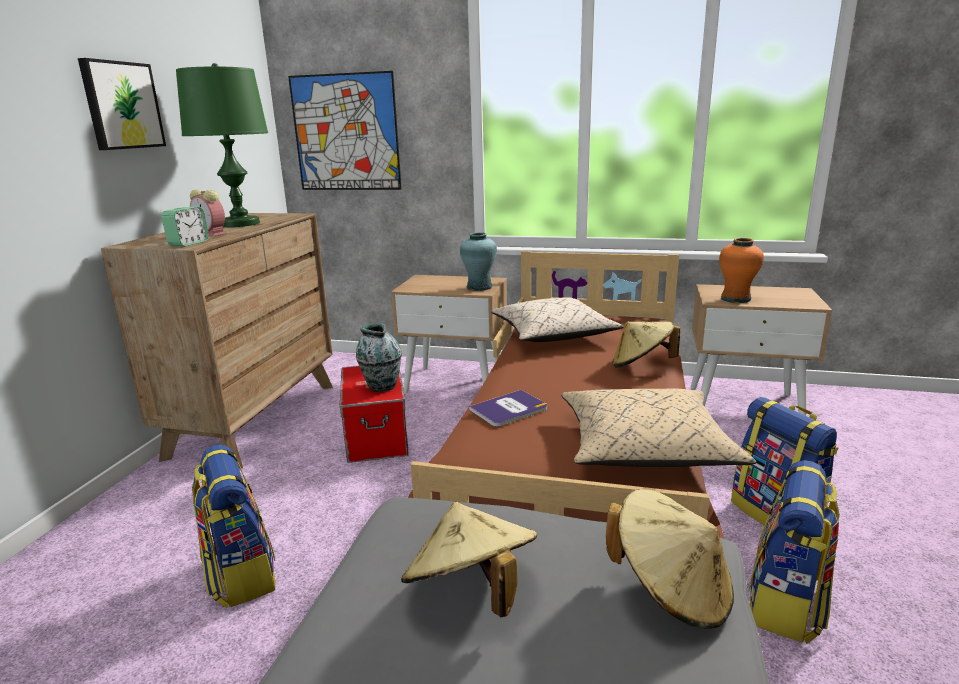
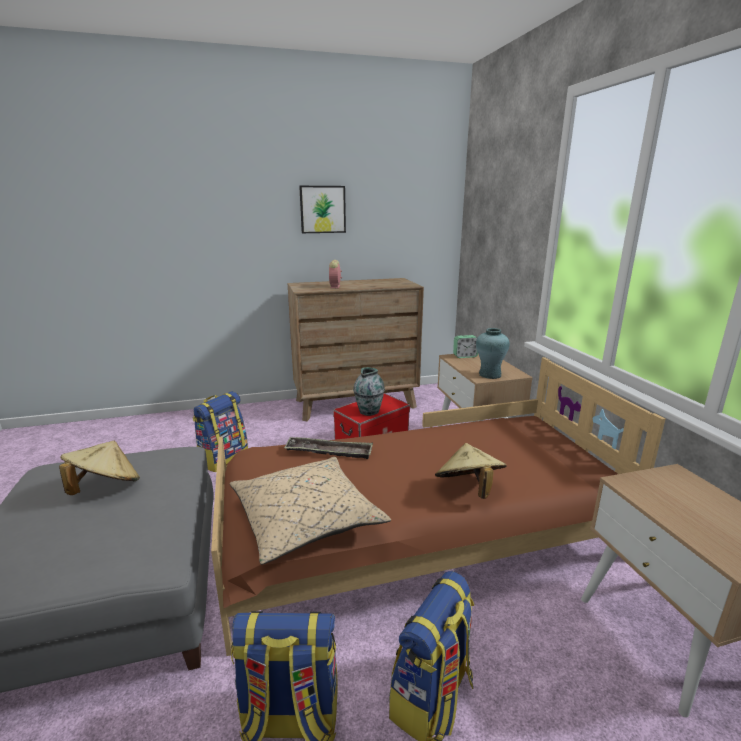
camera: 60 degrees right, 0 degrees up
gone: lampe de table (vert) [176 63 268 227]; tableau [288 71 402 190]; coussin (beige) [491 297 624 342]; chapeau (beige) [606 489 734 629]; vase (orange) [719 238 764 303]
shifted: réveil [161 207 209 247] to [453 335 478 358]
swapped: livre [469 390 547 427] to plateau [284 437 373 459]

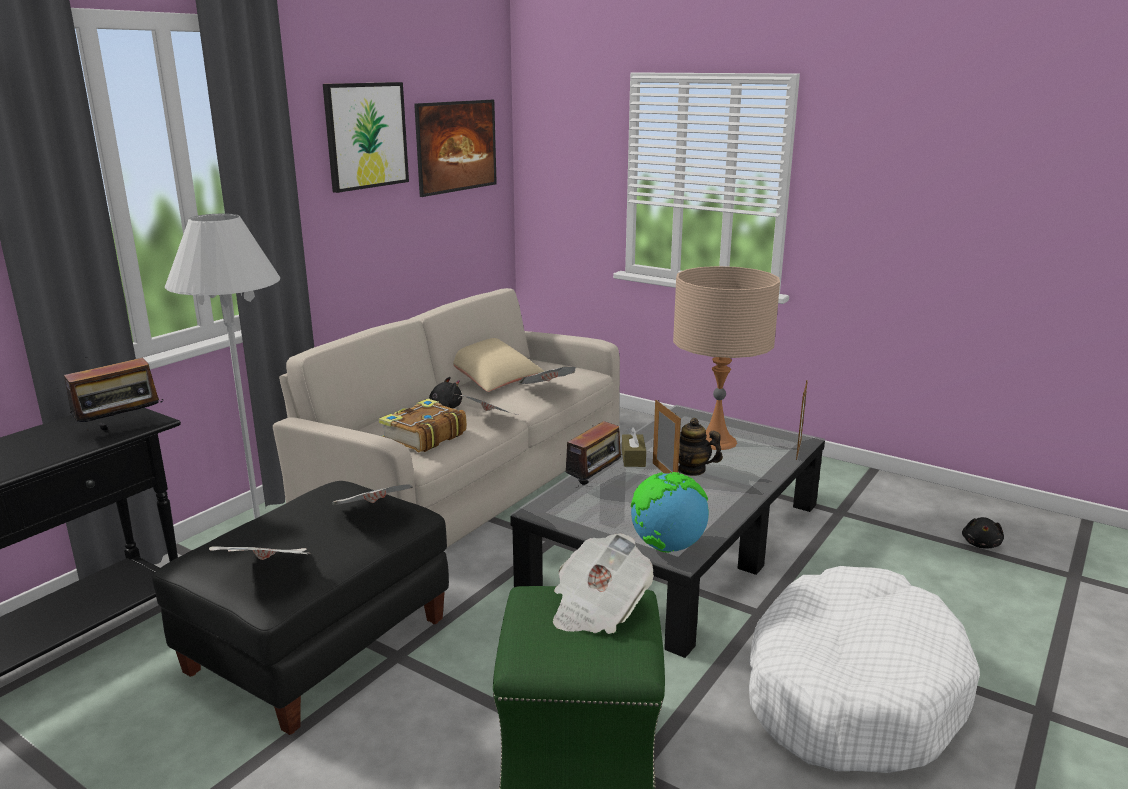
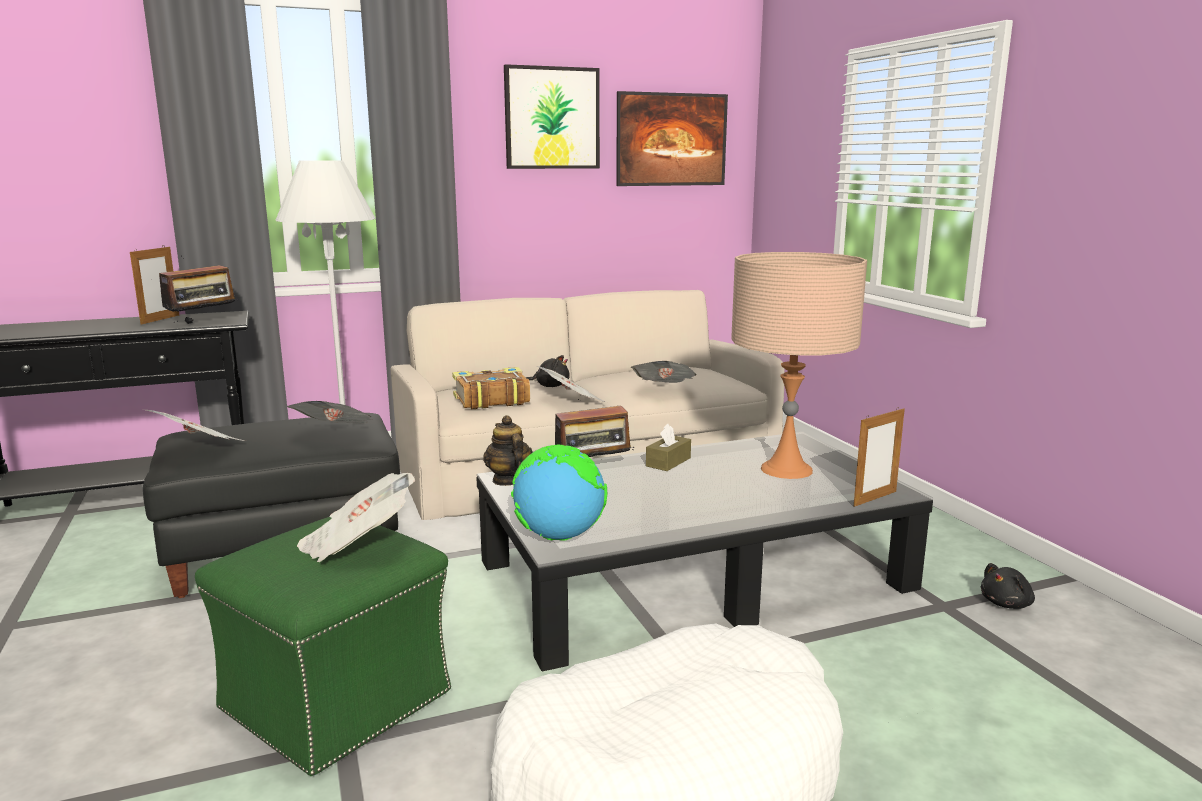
camera: 35 degrees right, 5 degrees down
gone: coussin (beige) [453 338 544 392]
shifted: cadre photo [653 400 681 474] to [130 246 179 325]; théière [678 418 723 476] to [483 415 533 486]; peluche (noir) [962 517 1004 549] to [981 563 1035 609]
rotated: radio [64 357 163 432] = [159 256 238 324] 45 degrees counterclockwise

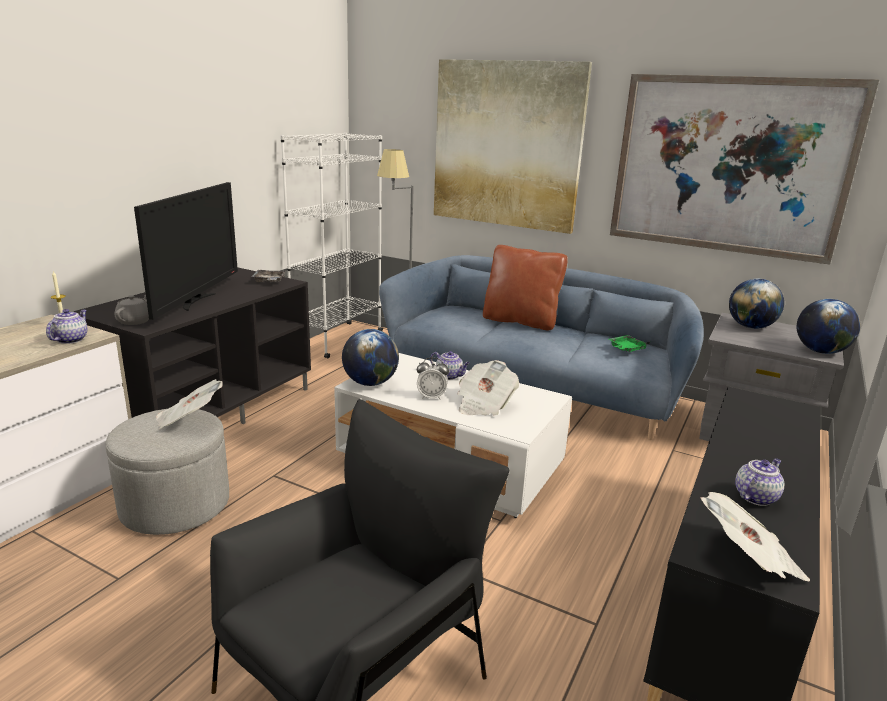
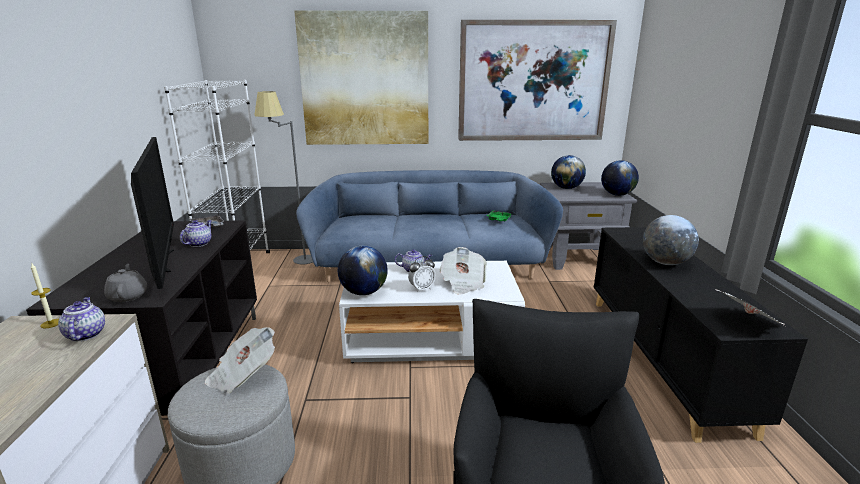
camera: 30 degrees left, 0 degrees up
gone: coussin (marron) [483 245 568 330]
new: globe [643 215 699 265]
shifted: théière [735 458 785 506] to [180 220 212 247]

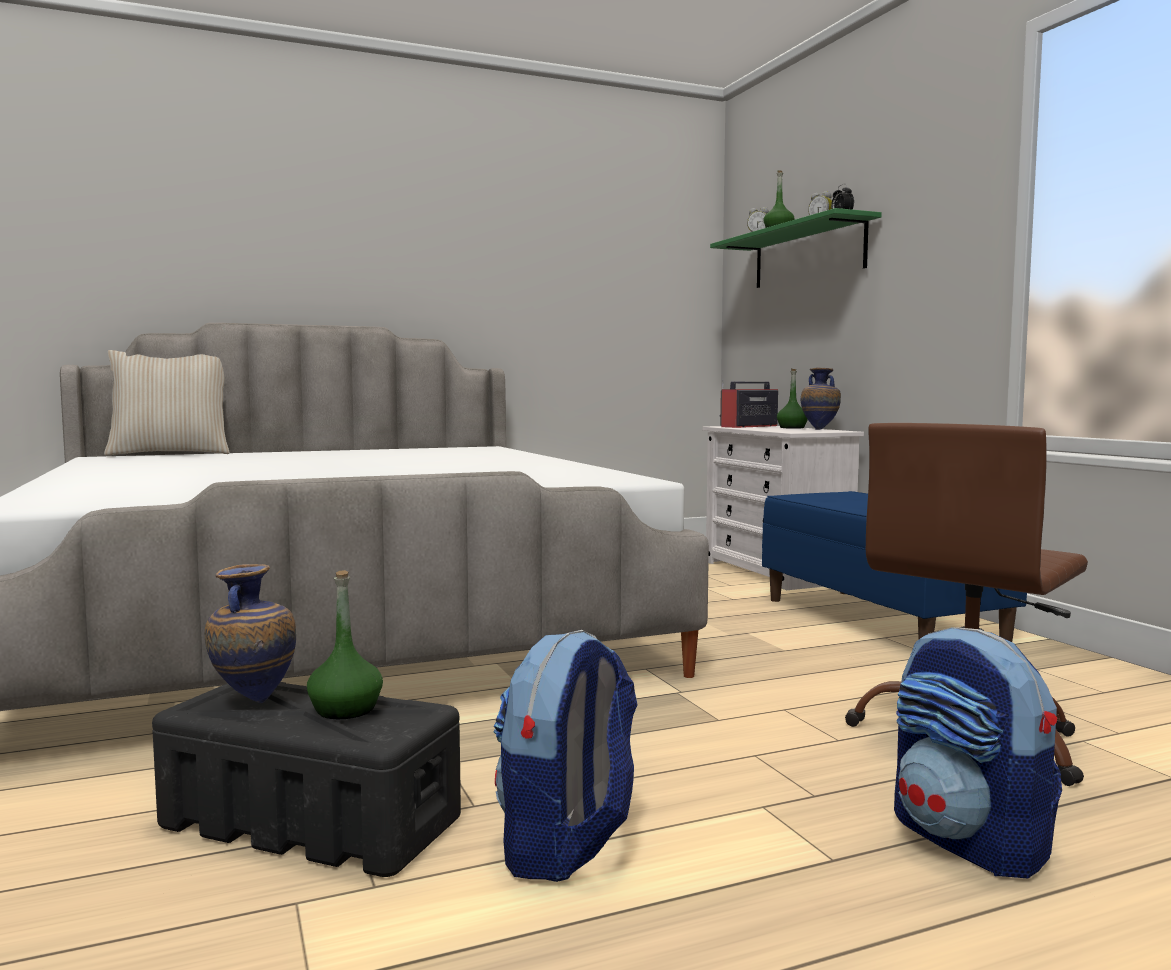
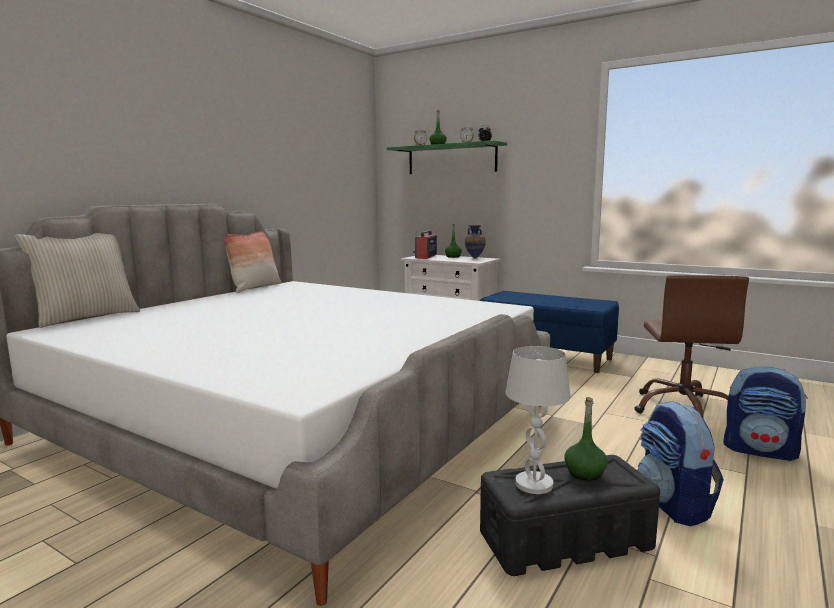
camera: 35 degrees left, 5 degrees up
new: coussin [224 231 282 293]
swapped: vase [205 564 296 704] to lampe de table (blanc) [505 346 570 494]

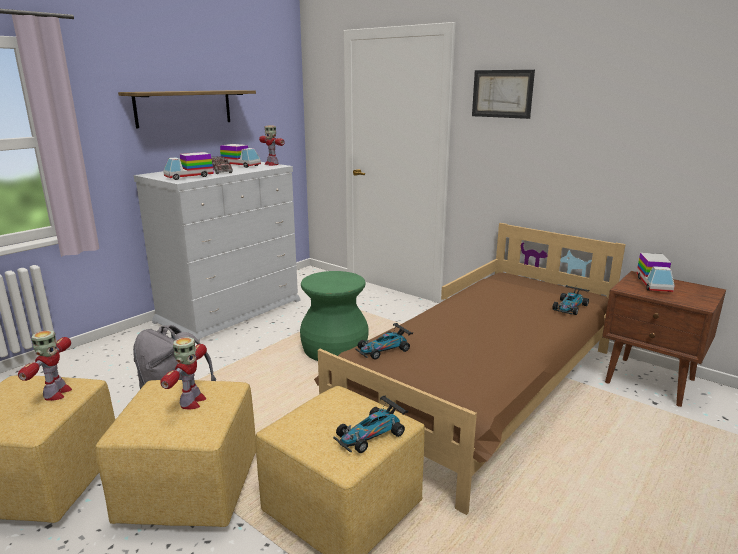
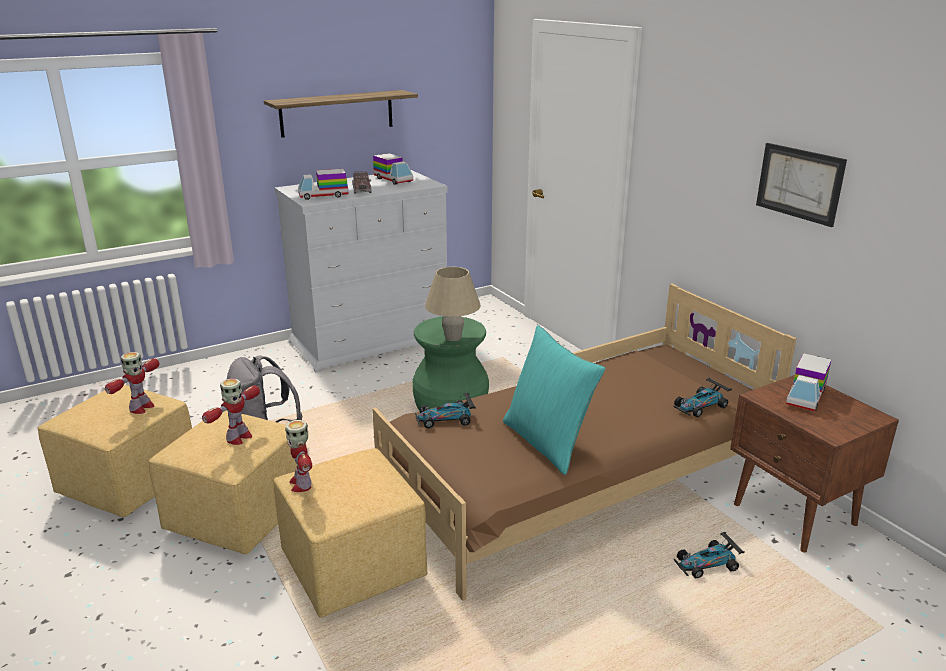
camera: 20 degrees right, 5 degrees up
new: lampe de table (beige) [425 267 481 341]; coussin (turquoise) [503 325 606 475]
shifted: robot jouet [259 126 285 166] to [285 420 312 492]; petite voiture [333 395 408 453] to [674 532 745 578]; tableau [472 70 535 119] to [756 143 847 227]

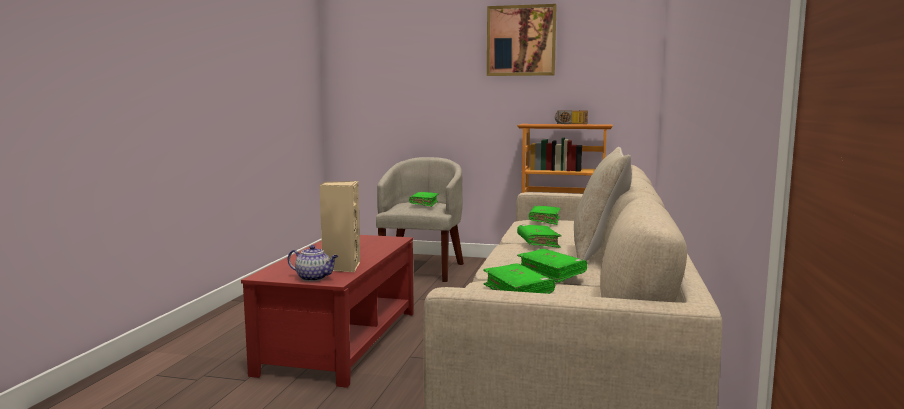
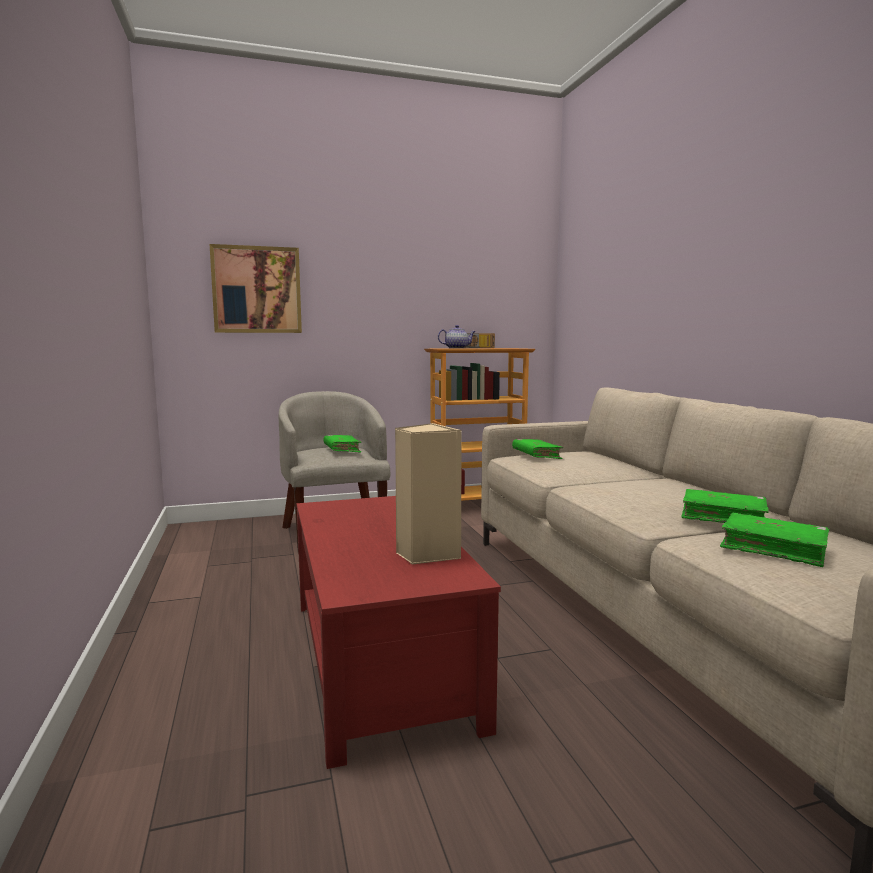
camera: 30 degrees left, 0 degrees up
gone: livre (vert) [517 225 561 248]; coussin (beige) [574 147 632 261]
shifted: théière [288 245 338 281] to [438 325 476 349]; tableau [487 4 557 76] to [210 244 302 333]

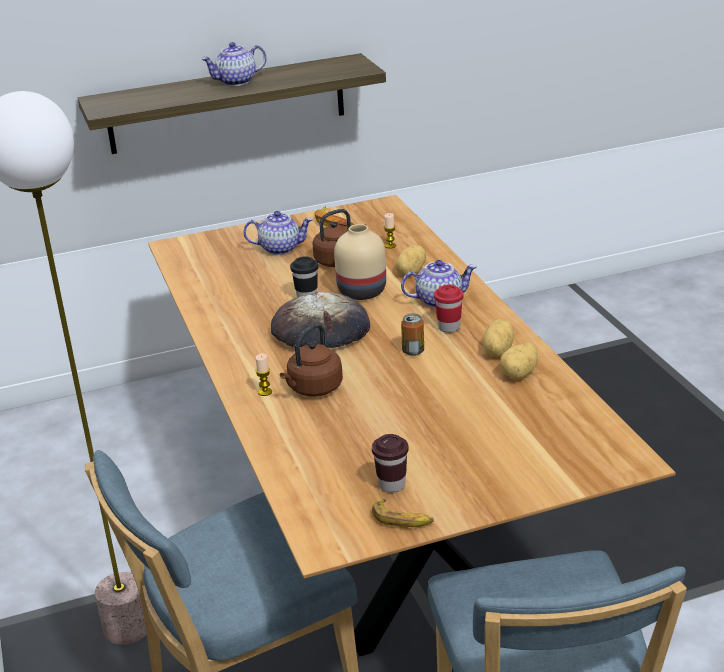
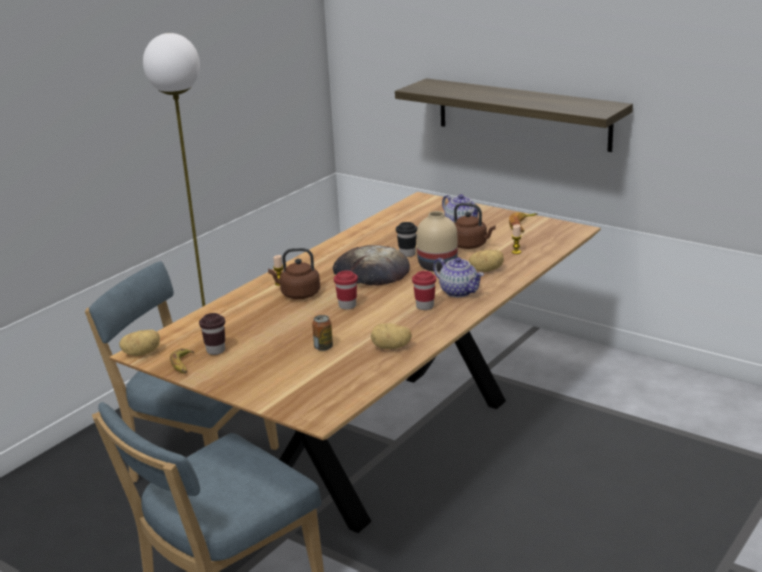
camera: 55 degrees right, 5 degrees down
gone: théière [202 42 266 86]
new: tasse (rouge) [334 271 358 310]
shifted: boîte métallique [401 313 424 356] to [312 315 333 351]; pomme de terre [483 319 514 357] to [119 330 160 356]

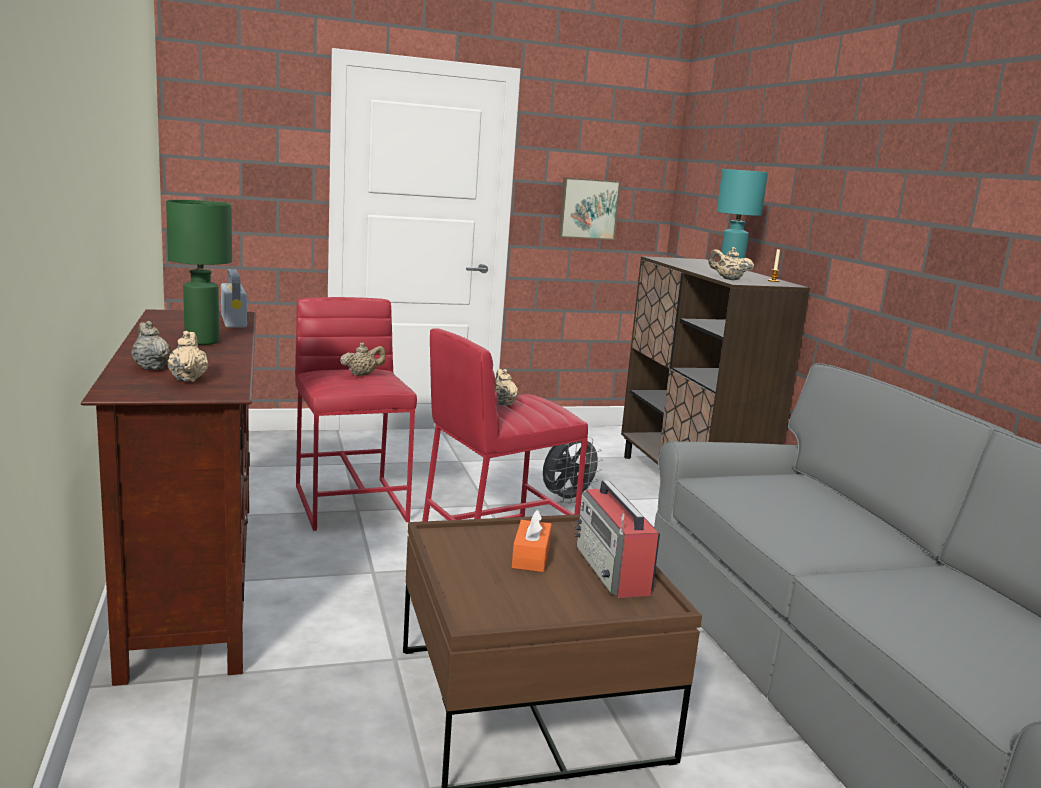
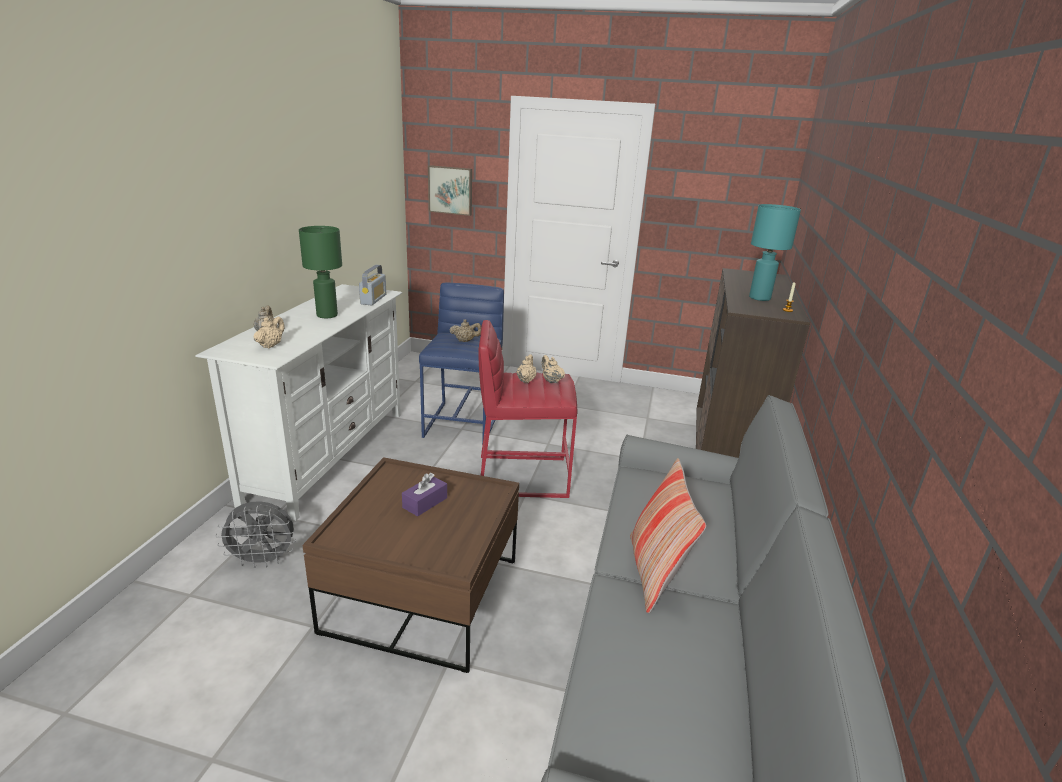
camera: 30 degrees right, 10 degrees up
gone: radio [575 480 660 598]
new: coussin [630 458 706 613]
shifted: ventilateur (gris) [543 437 603 504] to [215 501 296 568]; tableau [558 177 621 240] to [428 165 472 216]; théière (beige) [708 247 754 280] to [542 355 565 383]
repainted: meuble télé (marron) [81 309 256 686] to meuble télé (blanc) [195 284 402 521]; tabouret (rouge) [295 297 417 531] to tabouret (bleu) [419 283 504 445]; boîte à mouchoirs (orange) [512 510 552 572] to boîte à mouchoirs (violet) [402 473 447 516]

